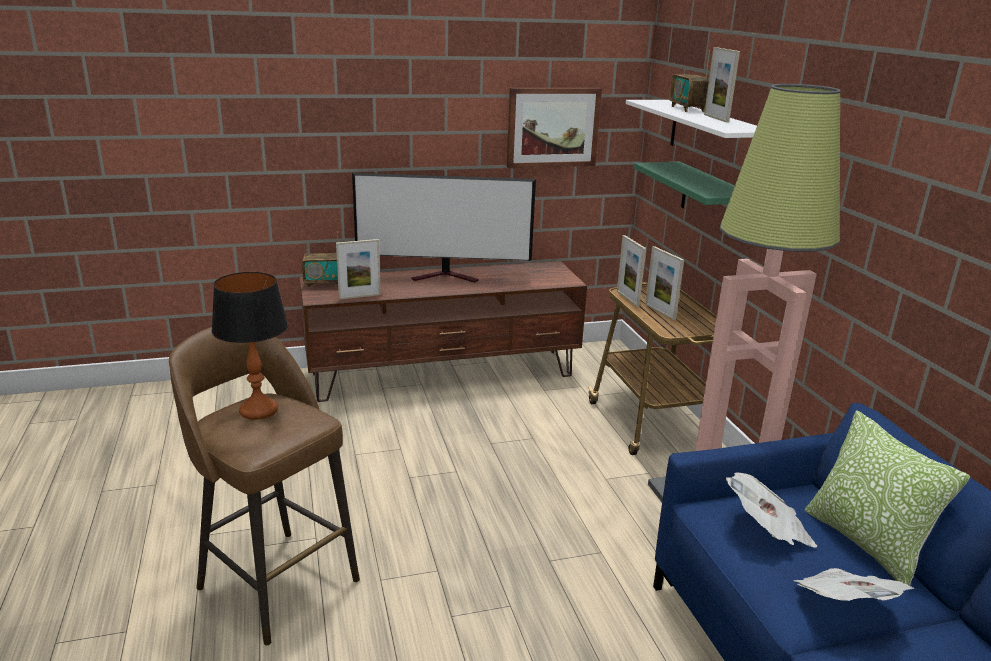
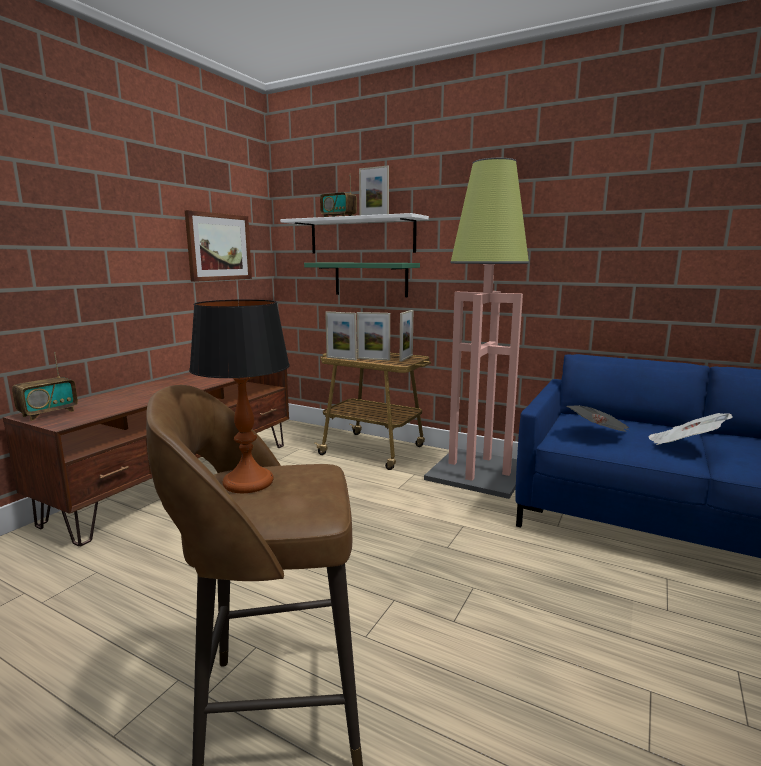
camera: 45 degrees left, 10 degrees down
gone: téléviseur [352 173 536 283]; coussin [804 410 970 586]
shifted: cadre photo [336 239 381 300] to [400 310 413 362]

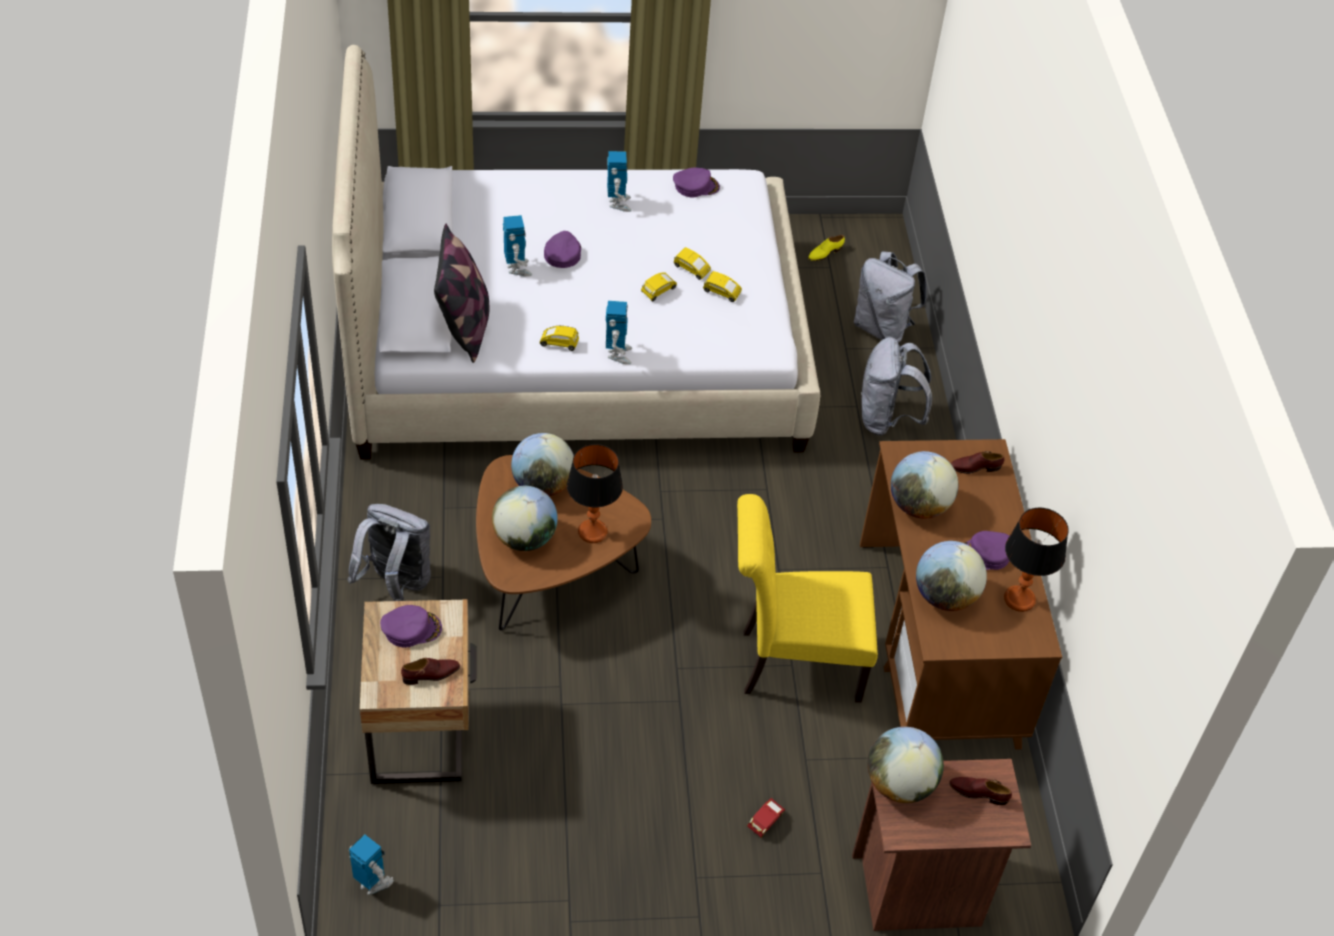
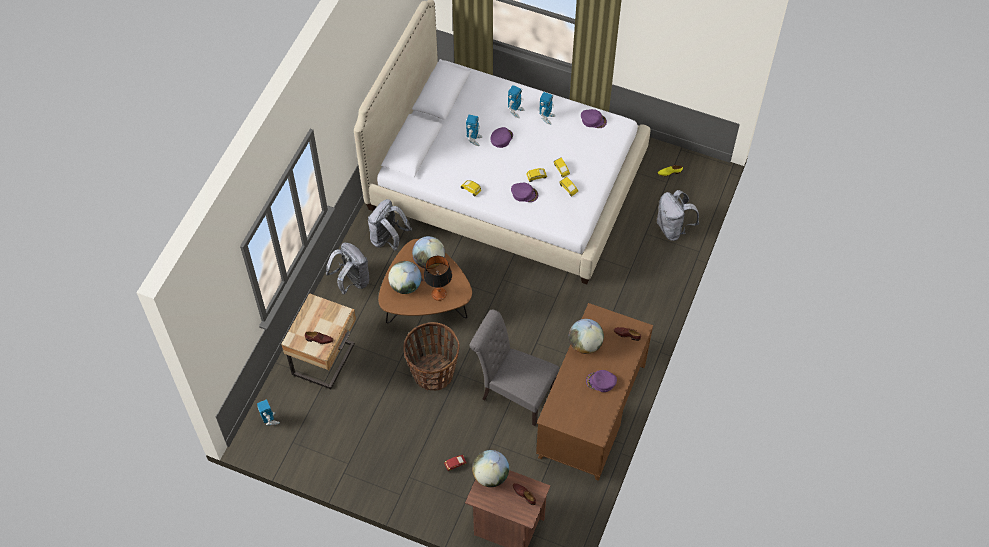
camera: 30 degrees right, 10 degrees up
gone: coussin [434 224 489 363]; globe [916 541 987 611]; lampe de table [1004 508 1069 612]
new: panier [403 322 460 390]
shifted: casquette (violet) [380 605 442 648] to [511 183 538 202]; robot jouet [606 301 632 365] to [508 85 524 118]; sac à dos (gris) [861 337 932 436] to [368 199 412 251]
repainted: chaise (jaune) [737 494 878 703] to chaise (gris) [469 310 559 426]

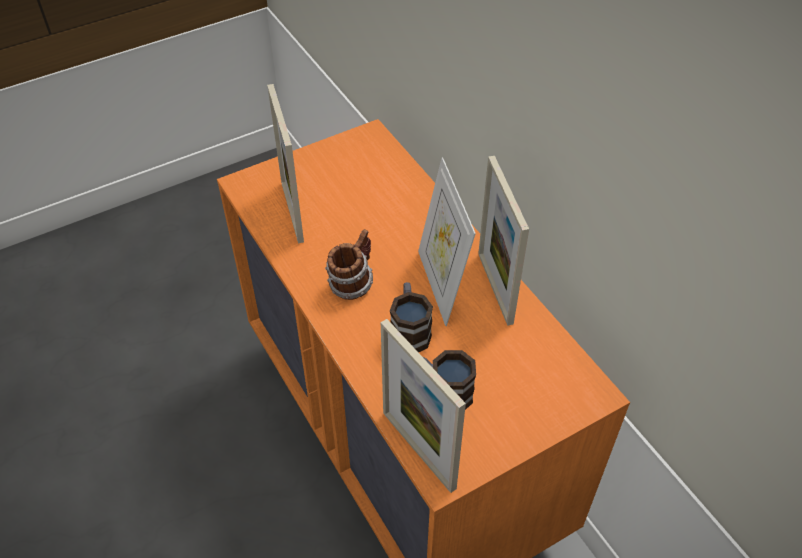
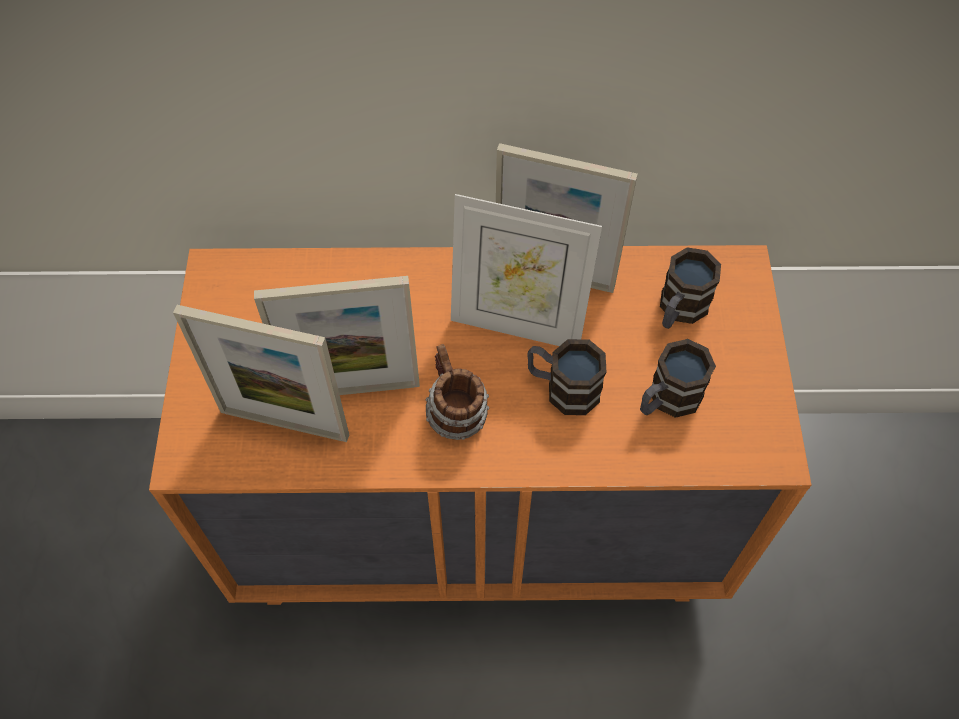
camera: 60 degrees left, 10 degrees up
new: mug [660 247 721 329]
shifted: cadre photo [381 319 466 493] to [254 276 420 395]

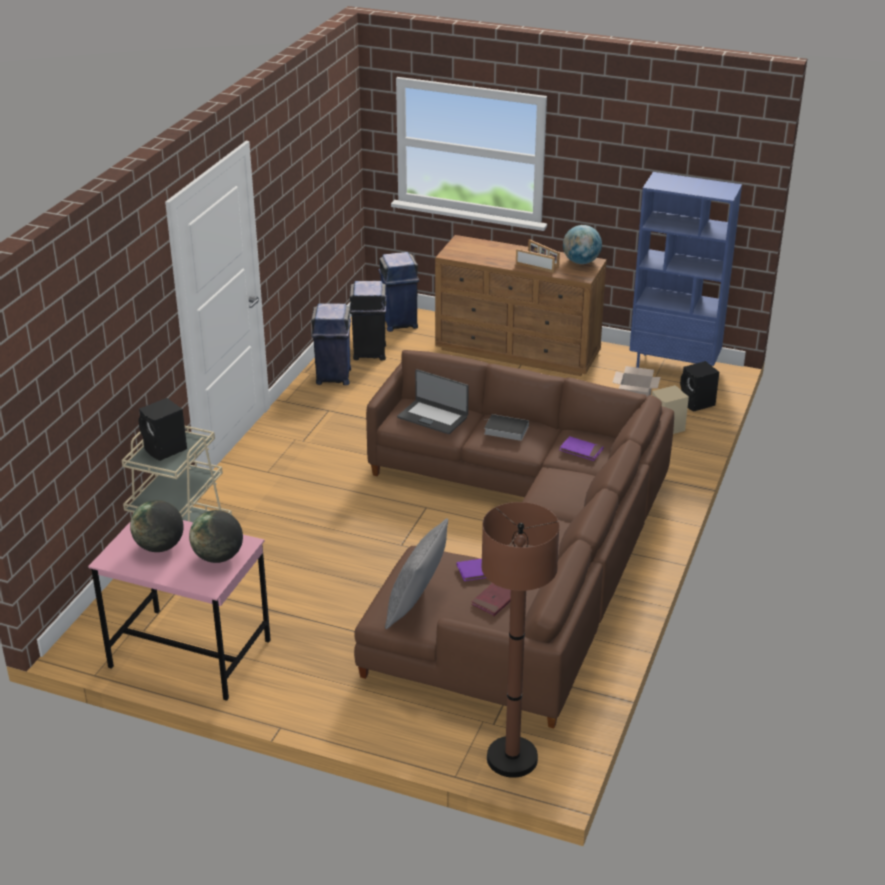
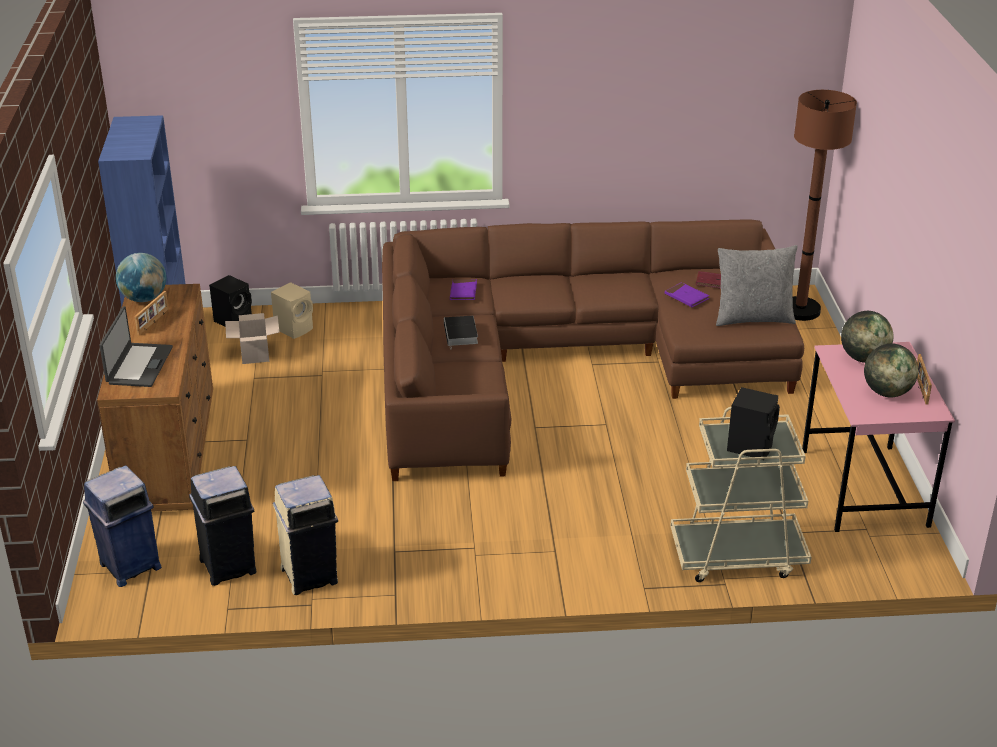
camera: 115 degrees left, 0 degrees up
shifted: ordinateur portable [397 369 469 434] to [99 306 173 387]; cadre photo [516 249 555 273] to [917 354 932 405]
repainted: poubelle (bleu) [311 303 351 385] to poubelle (beige) [273 475 338 595]

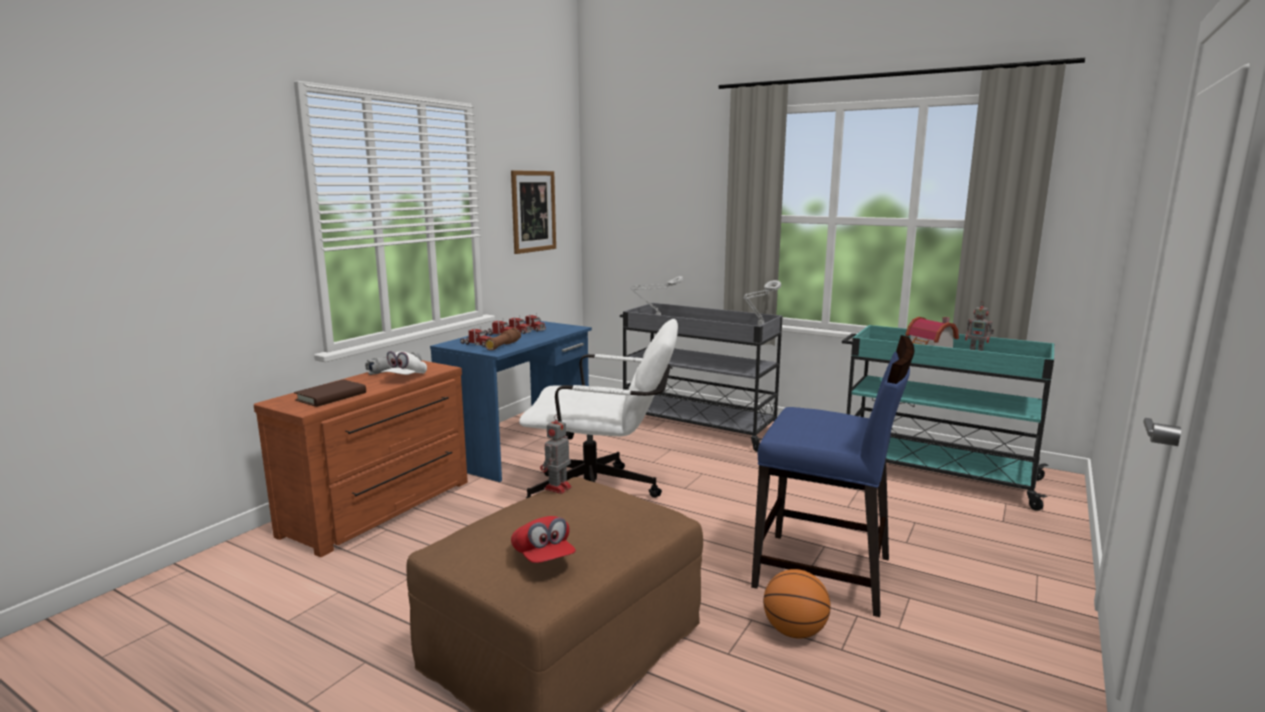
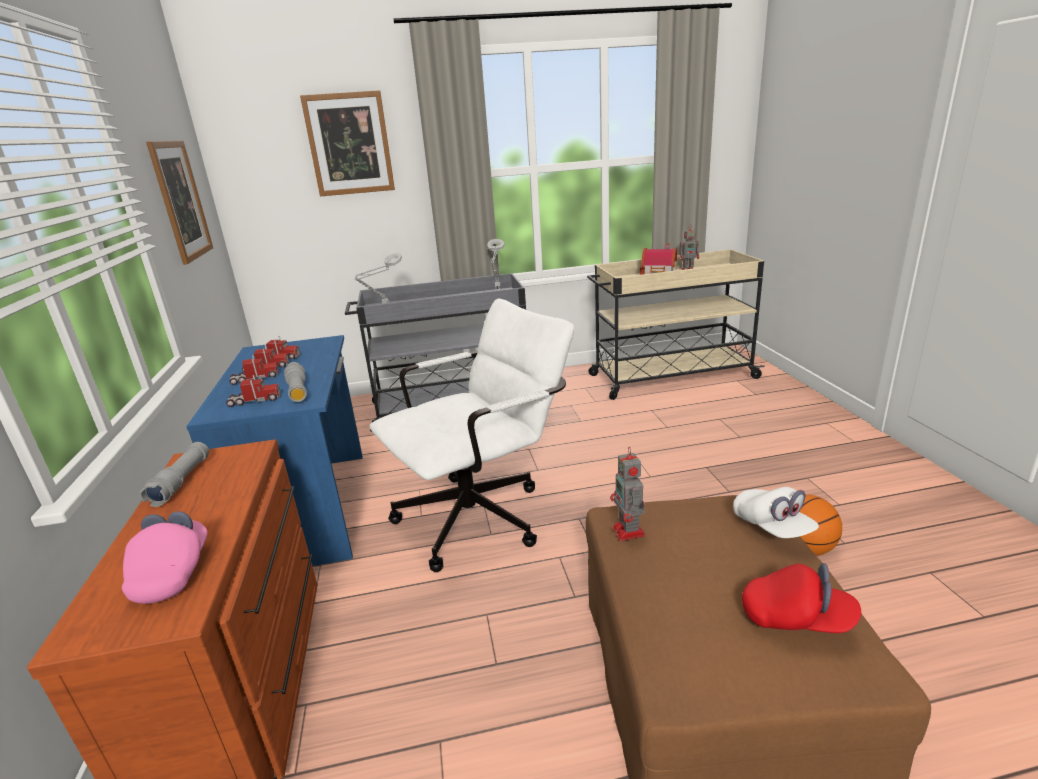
camera: 40 degrees left, 10 degrees up
gone: chaise (bleu) [751 335 914 617]
new: tableau [300 90 395 196]
shifted: casquette (blanc) [381 351 427 375] to [733 487 819 538]
swapped: livre (marron) [294 379 366 407] to casquette (rose) [122 511 207 604]
repainted: lampe de poche (marron) [485 328 521 350] to lampe de poche (gris) [284 362 307 402]; chariot (turquoise) [842 325 1054 511] to chariot (beige) [587 249 765 400]

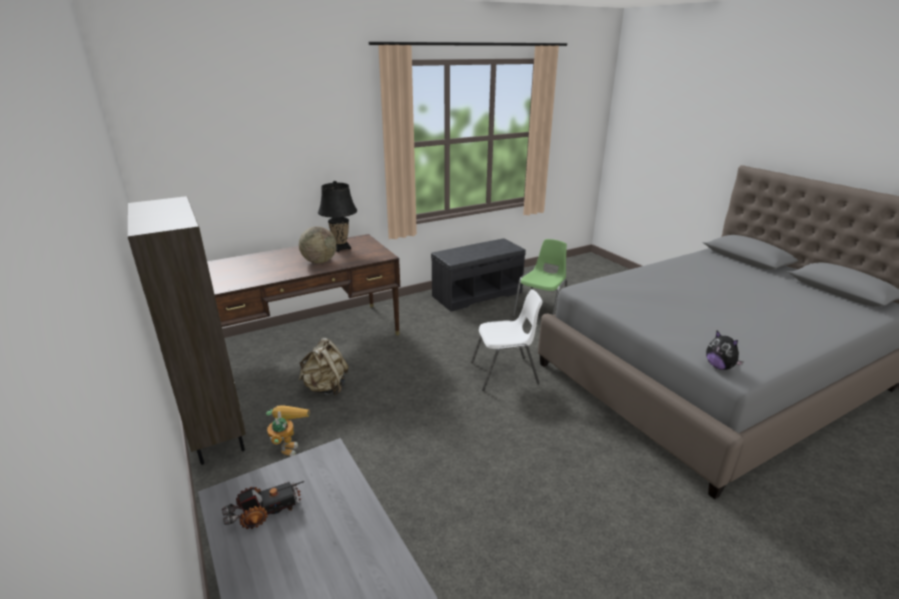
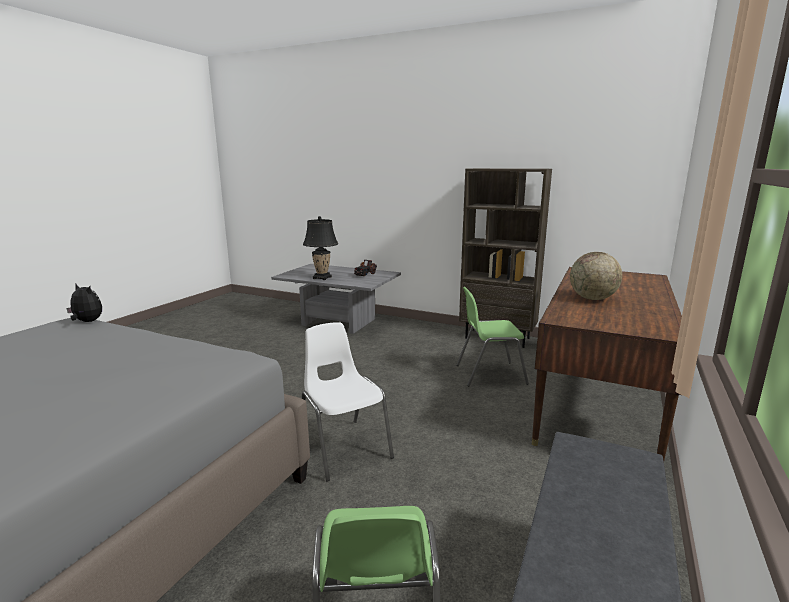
camera: 145 degrees right, 10 degrees down
gone: robot jouet [266 405 310 457]
shifted: lampe de table (noir) [318 181 357 252] to [303 216 338 280]
swapped: sac à dos (beige) [299 338 349 396] to chaise (vert) [456 287 529 386]
rotated: chaise (blanc) [471 289 543 391] = [302 323 394 482] 105 degrees clockwise

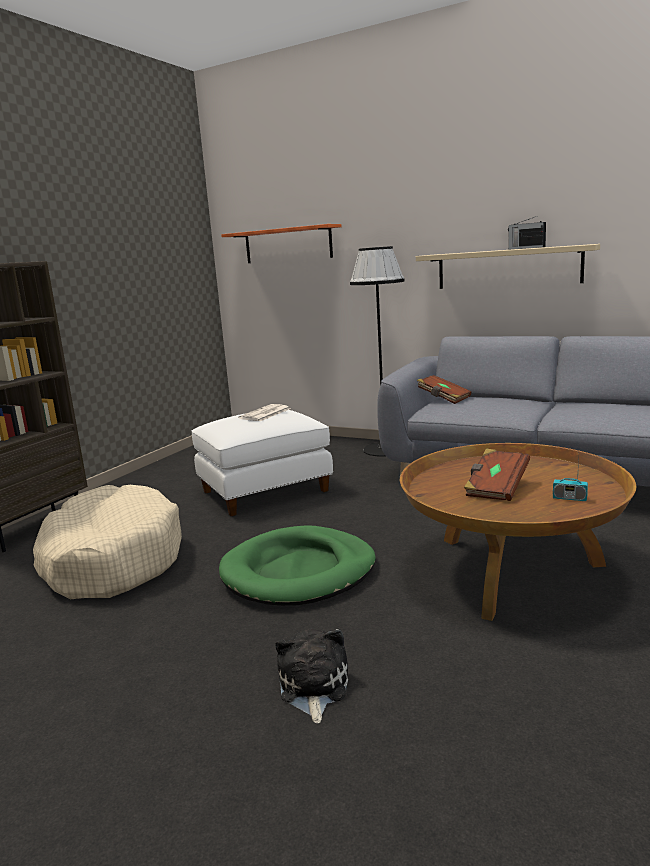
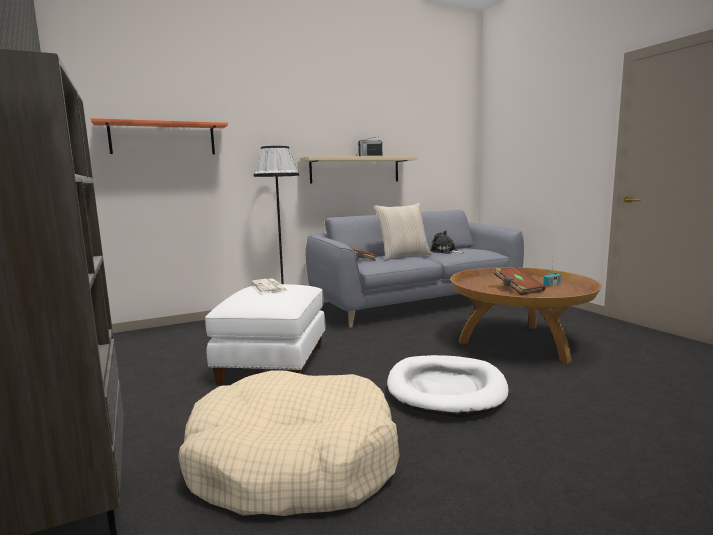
camera: 55 degrees left, 5 degrees down
new: coussin (beige) [374 203 432 260]
shifted: peluche [275 628 348 723] to [430 230 464 254]
repainted: panier pour chien (vert) [219 525 376 606] to panier pour chien (blanc) [387 355 509 417]

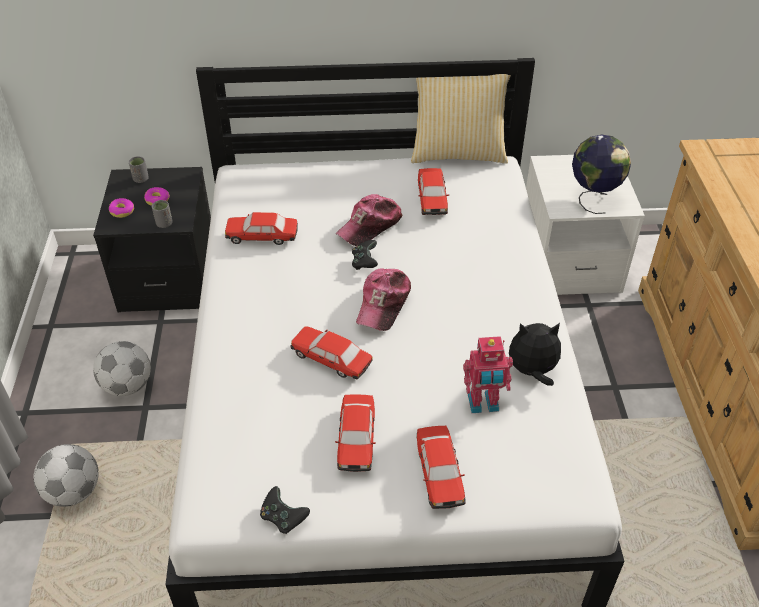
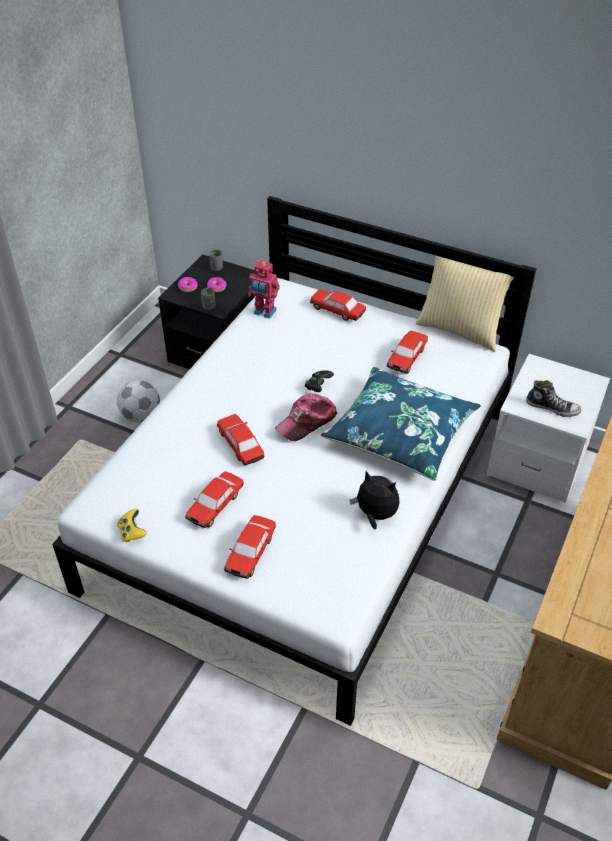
camera: 30 degrees right, 0 degrees up
gone: ballon de foot [33 444 99 507]; casquette [336 194 403 246]
new: coussin (bleu) [321 367 481 481]
shifted: petite voiture [225 212 298 245] to [310 289 366 321]; robot jouet [463 336 513 413] to [248 261 280 319]
swapped: globe [572 135 631 214] to chaussure [526 380 581 417]
repainted: manette (noir) [260 486 310 534] to manette (jaune) [117 509 147 542]

